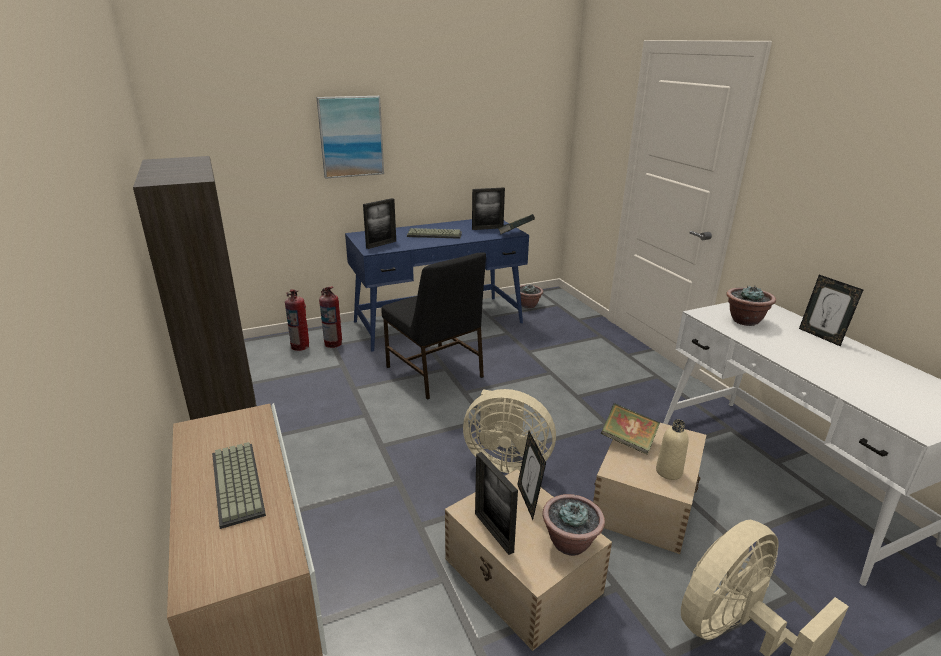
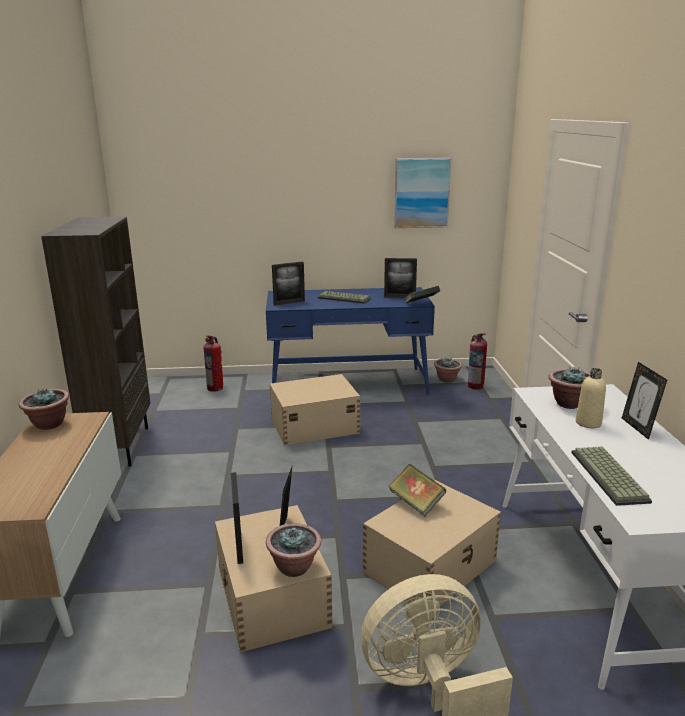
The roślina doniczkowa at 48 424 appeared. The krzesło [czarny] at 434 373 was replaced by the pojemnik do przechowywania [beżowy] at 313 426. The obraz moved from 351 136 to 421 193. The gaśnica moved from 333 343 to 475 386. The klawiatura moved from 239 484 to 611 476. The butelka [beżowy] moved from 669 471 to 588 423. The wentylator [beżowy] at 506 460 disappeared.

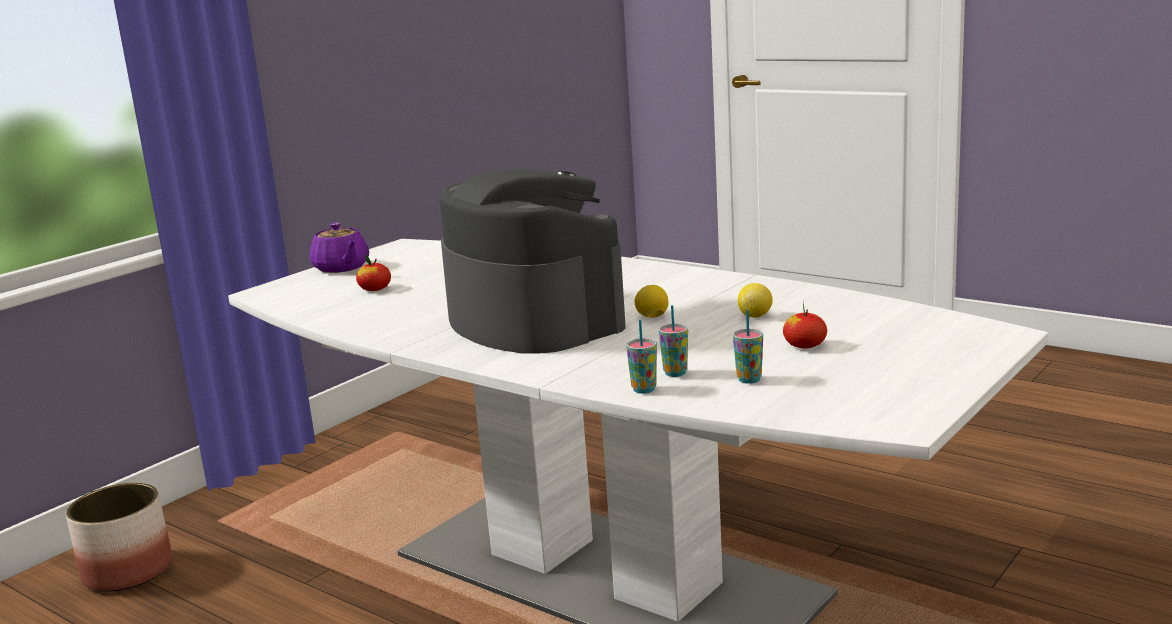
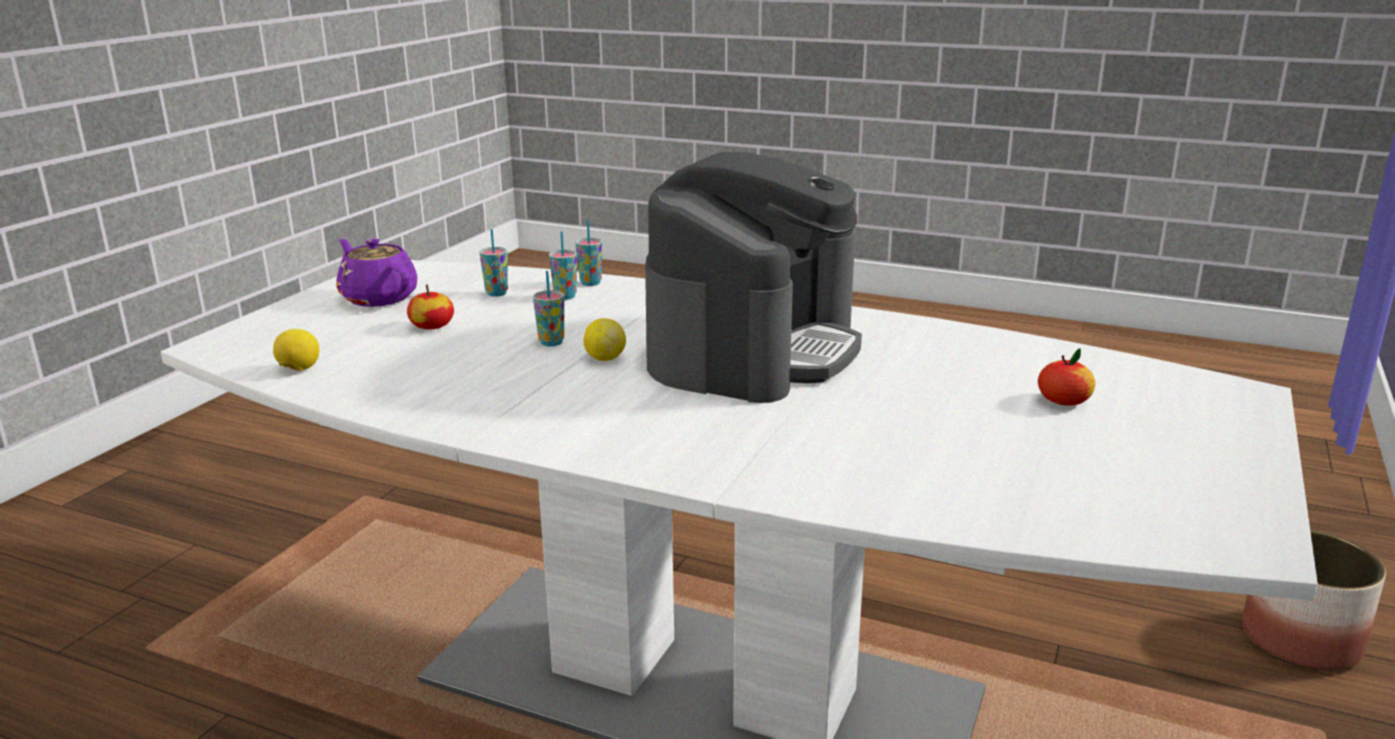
The cytryna moved from 755 316 to 299 369. The imbryk [fioletowy] moved from 341 268 to 378 298. The filiżanka at 551 342 appeared. The ekspres do kawy at 533 321 turned 105 degrees counterclockwise.

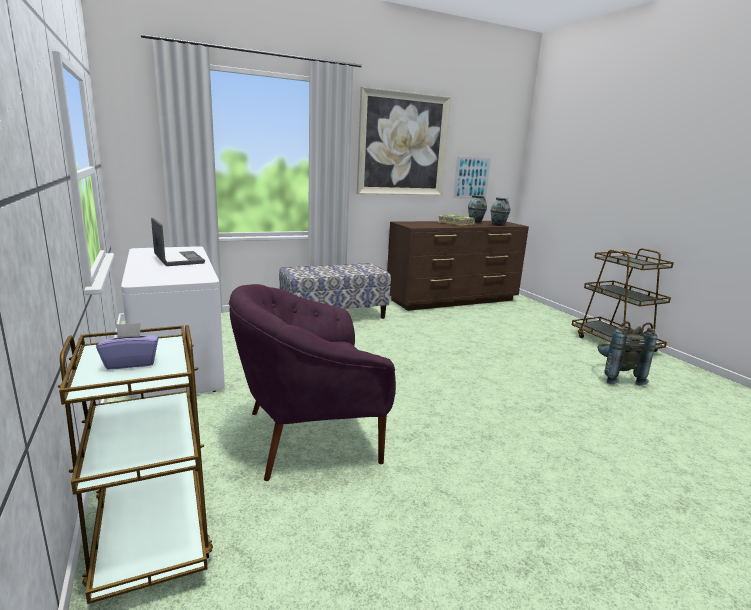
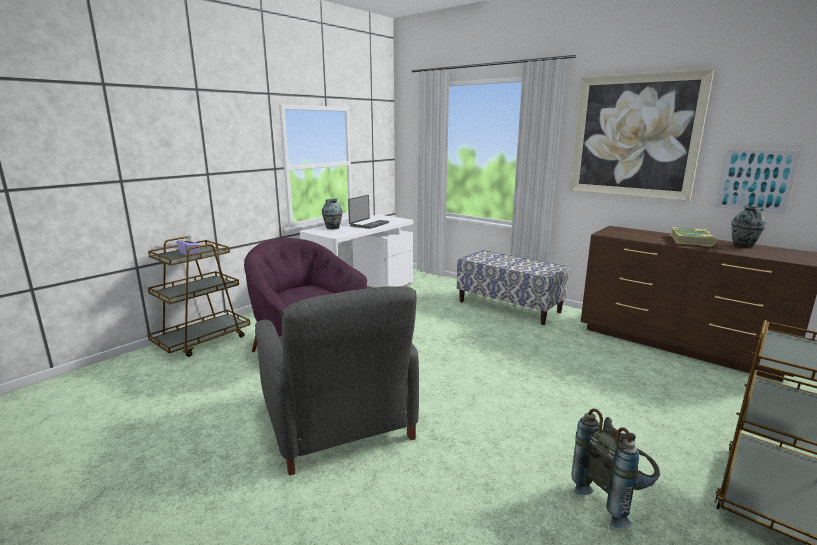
The fotel [szary] at 338 423 appeared. The wazon moved from 498 225 to 332 228.

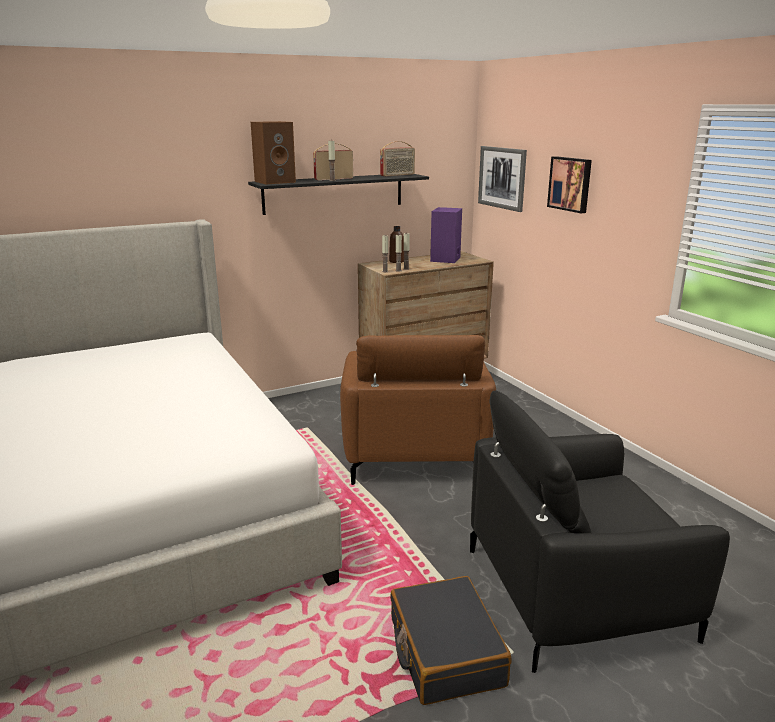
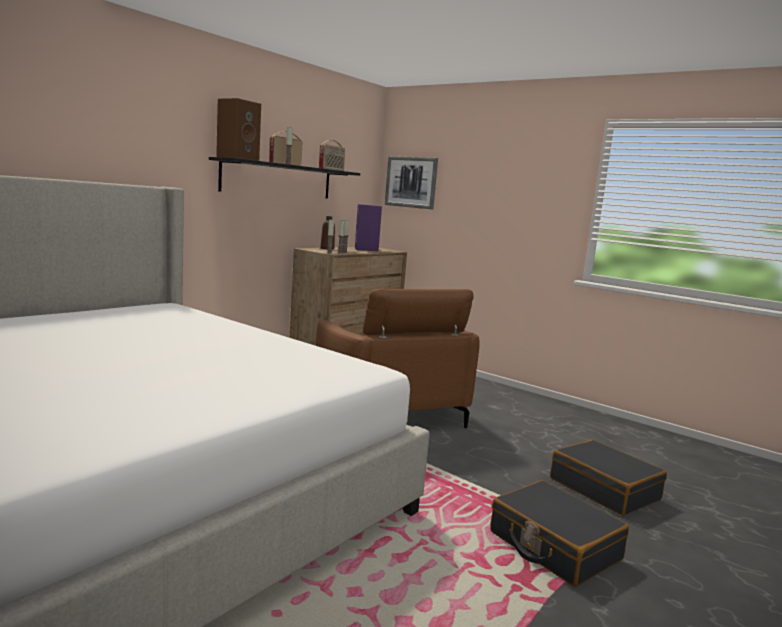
The fotel [czarny] at 576 592 was replaced by the walizka [czarny] at 604 489. The obraz at 570 184 disappeared.

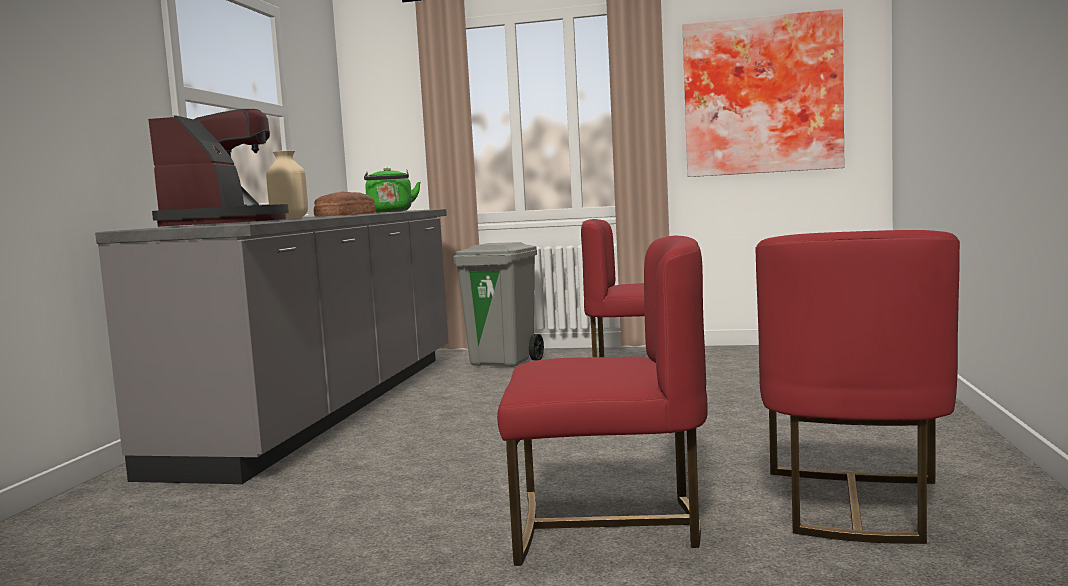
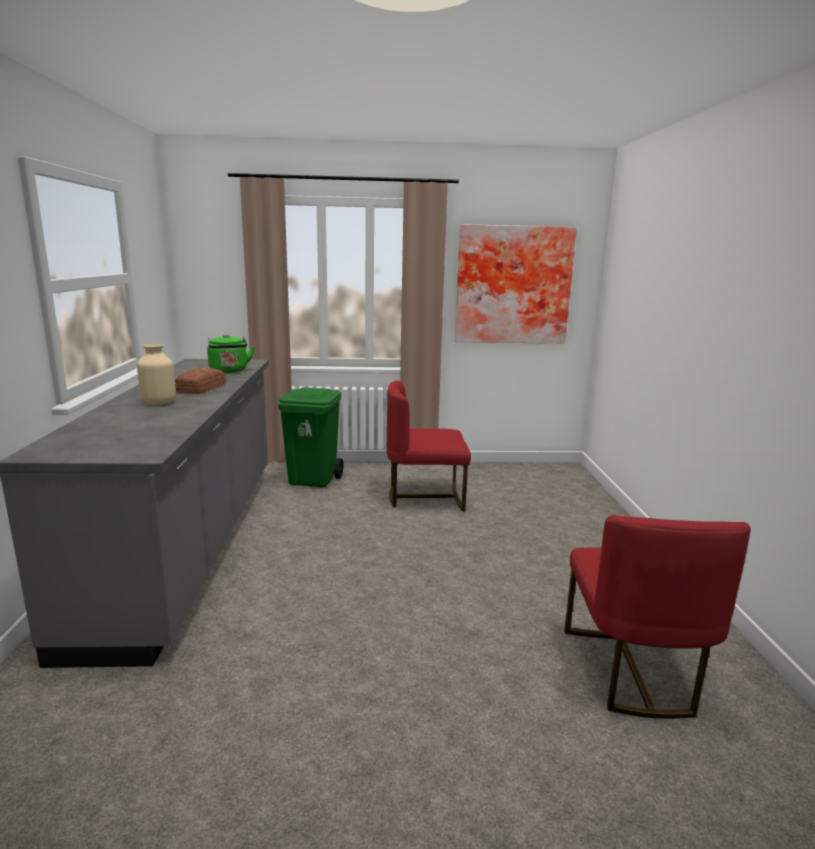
The kosz na śmieci [szary] at 503 362 became the kosz na śmieci [zielony] at 313 480. The ekspres do kawy at 226 223 disappeared. The krzesło [czerwony] at 607 526 disappeared.

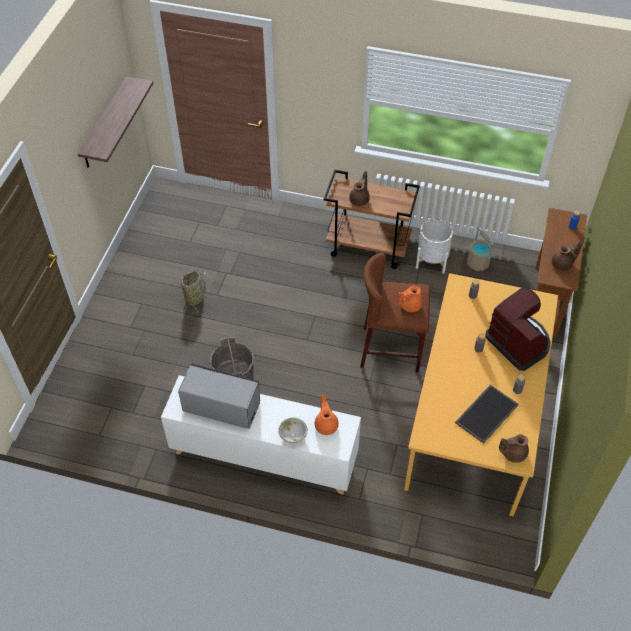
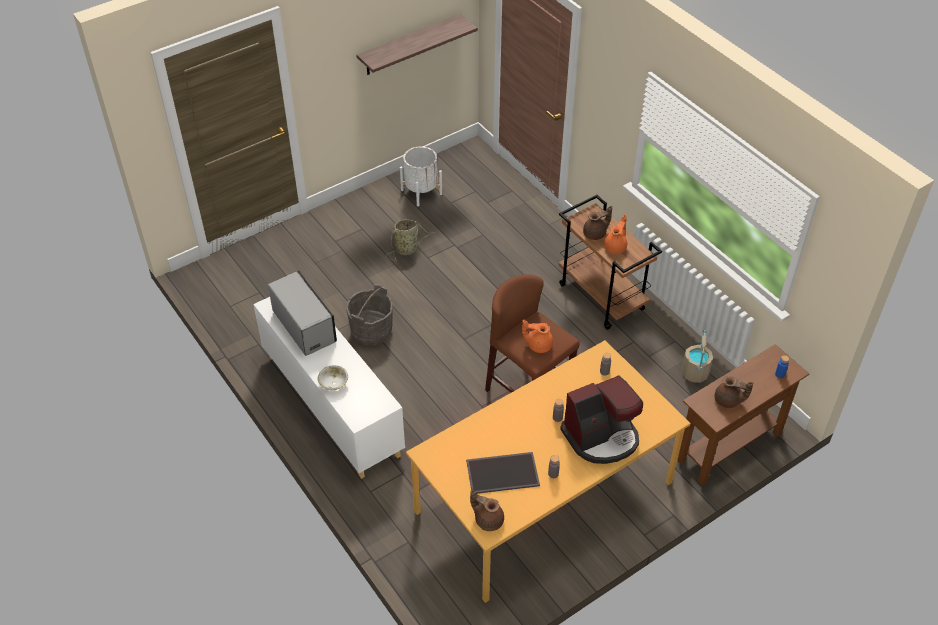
The donica [biały] moved from 432 260 to 421 192. The ekspres do kawy at 519 342 turned 60 degrees clockwise. The imbryk [pomarańczowy] moved from 326 424 to 616 247.

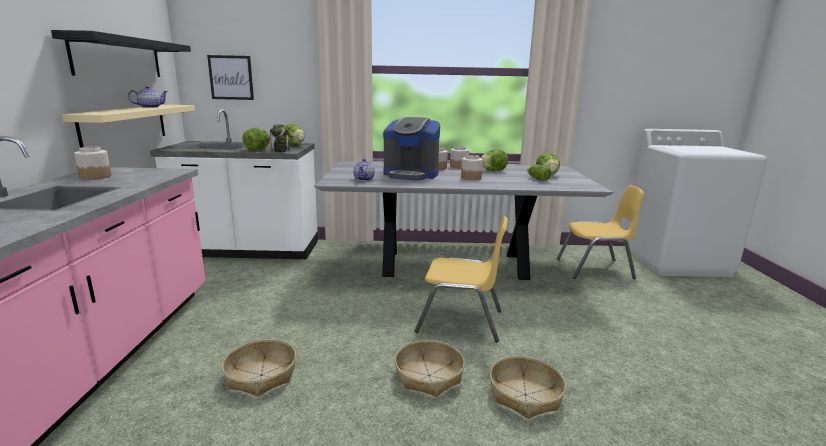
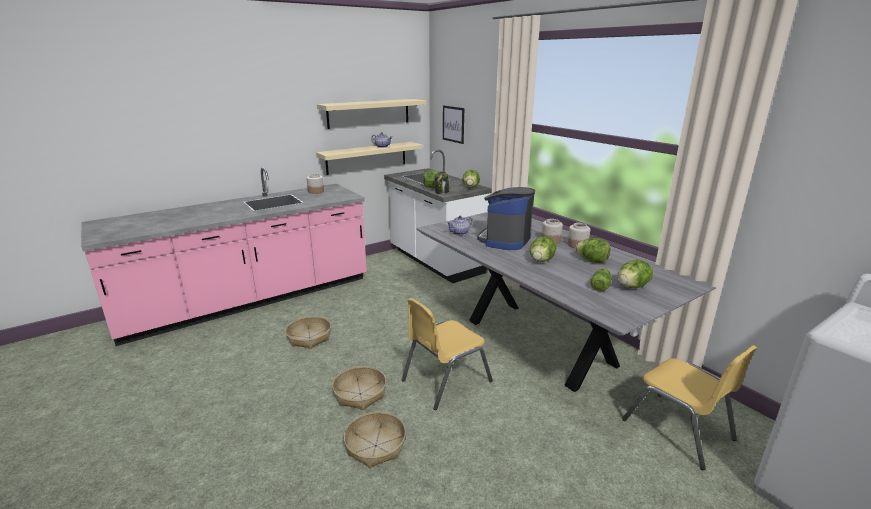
The półka [czarny] at 118 57 became the półka [beżowy] at 369 113. The krzesło [żółty] at 460 321 turned 75 degrees clockwise. The ekspres do kawy at 411 175 turned 45 degrees clockwise. The słoik at 471 178 was replaced by the sałata at 541 261.

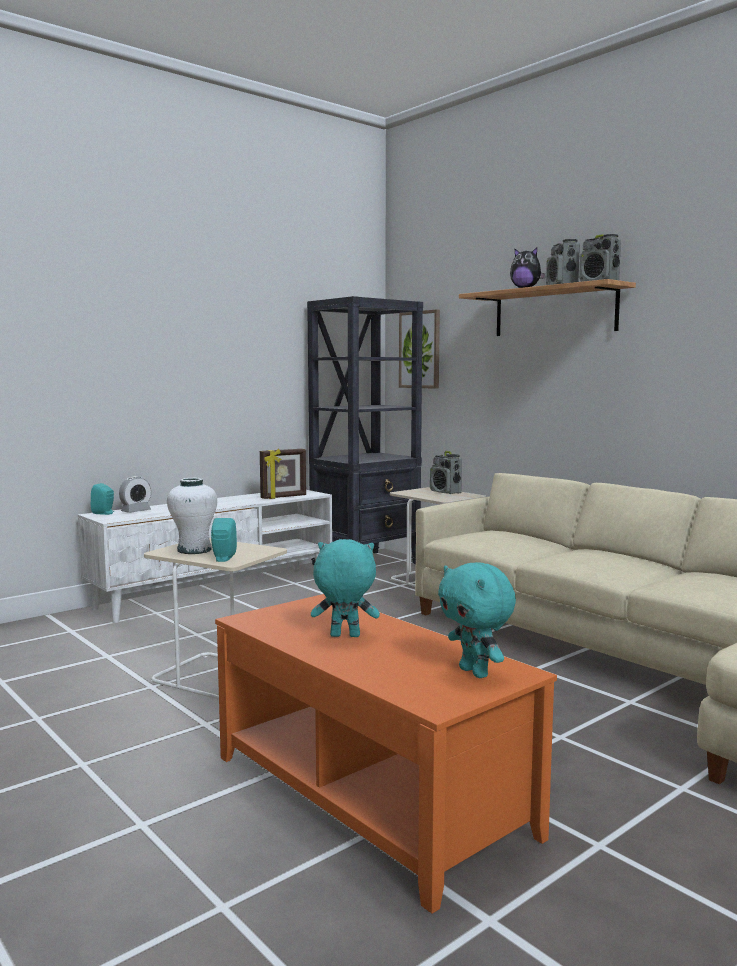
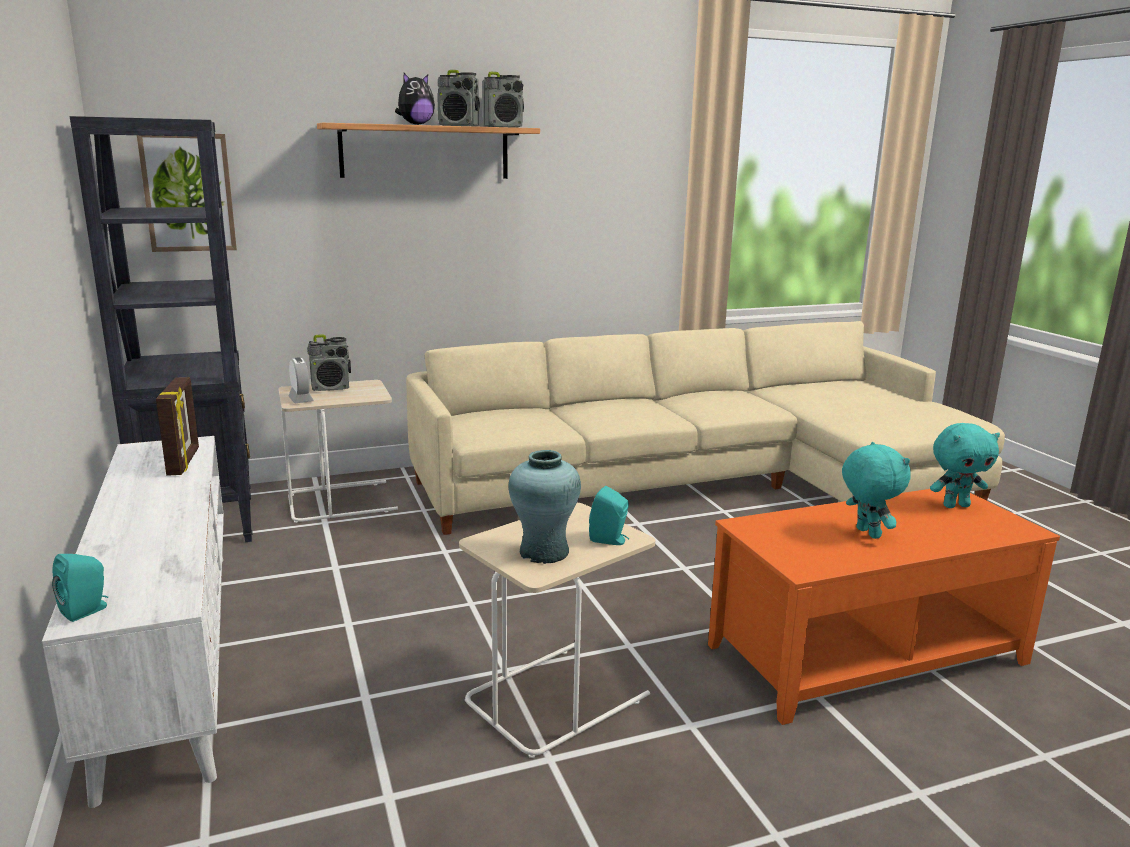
The budzik moved from 136 511 to 301 399. The wazon [biały] at 194 550 became the wazon [turkusowy] at 544 552. The pluszak [turkusowy] at 344 636 turned 135 degrees clockwise.

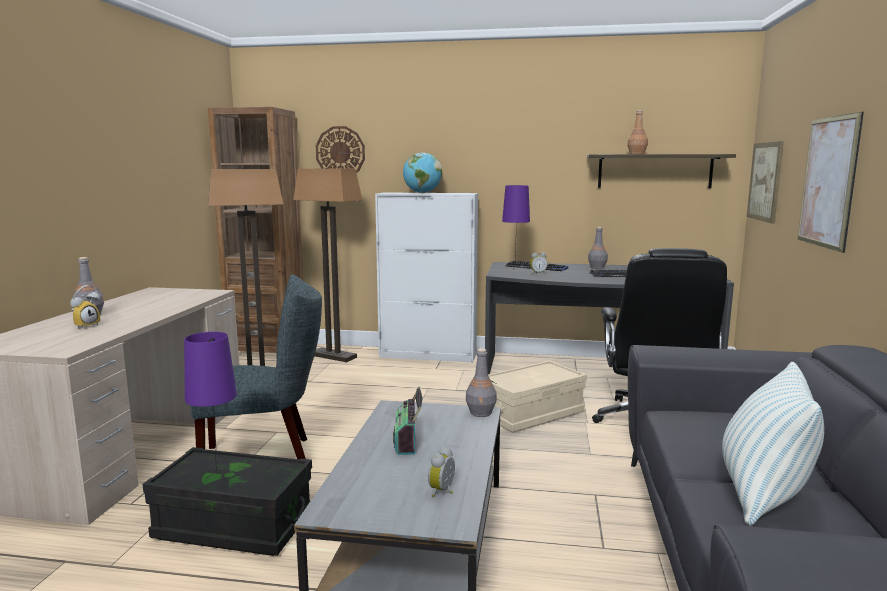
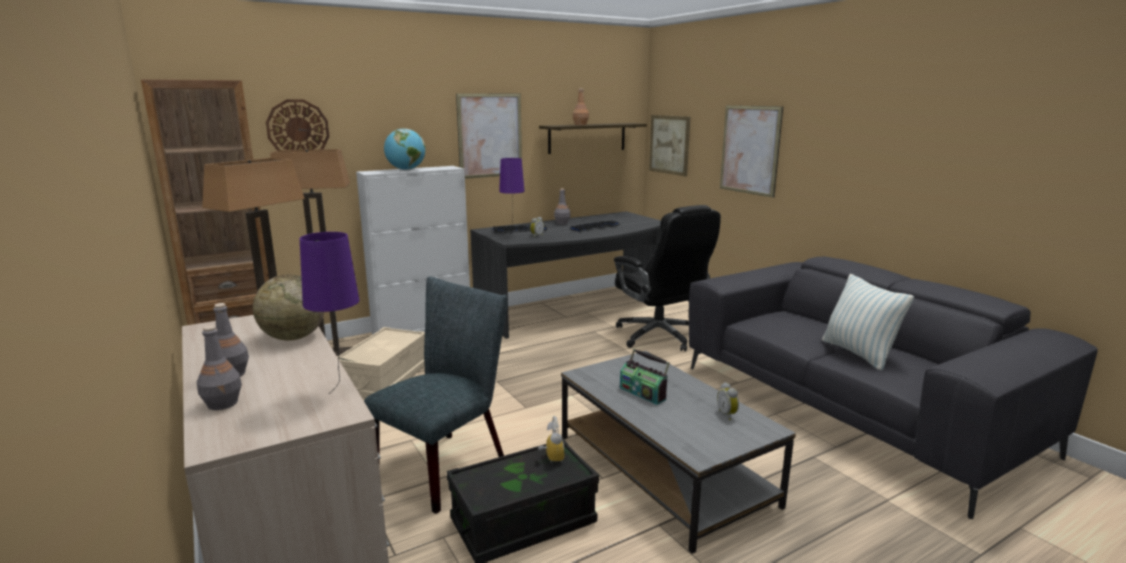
The butelka [szary] moved from 481 412 to 223 403. The globus at 293 337 appeared. The lampa stołowa [fioletowy] moved from 218 478 to 341 390. The pojemnik do przechowywania [beżowy] moved from 531 414 to 384 379. The obraz at 490 135 appeared. The budzik moved from 86 325 to 550 458.

